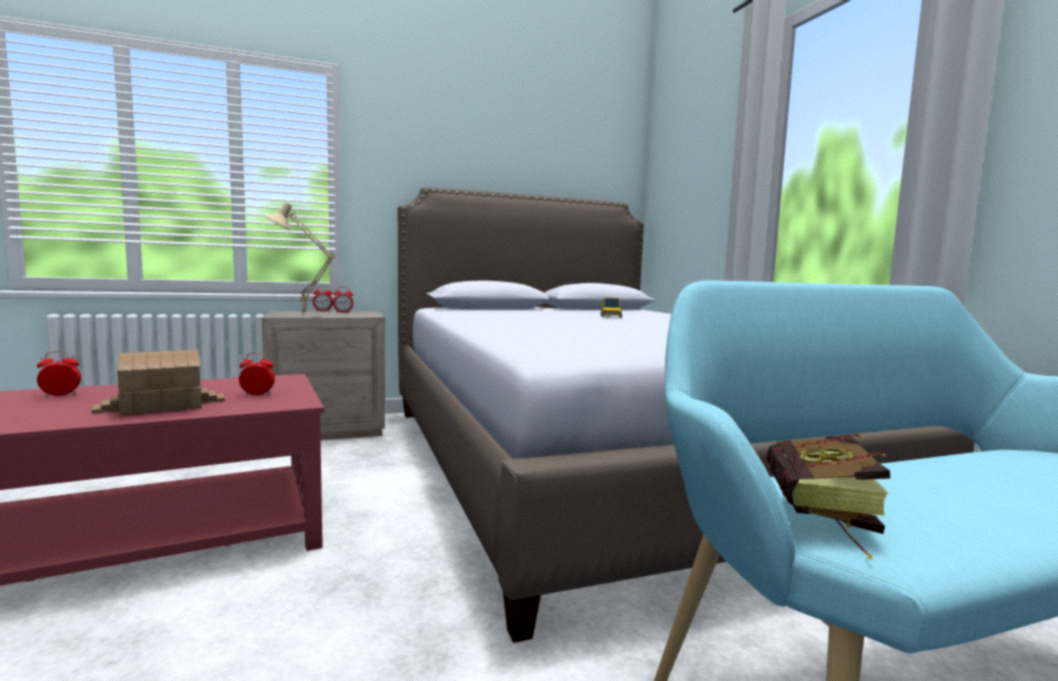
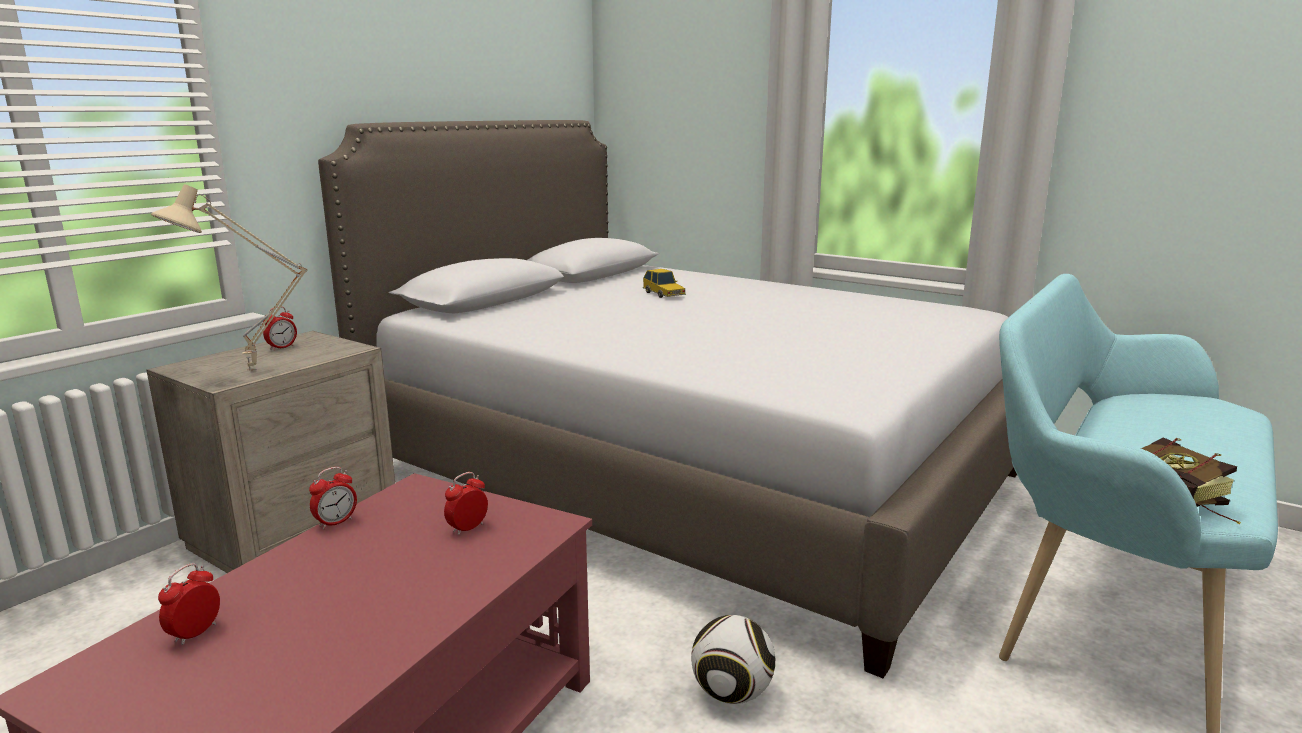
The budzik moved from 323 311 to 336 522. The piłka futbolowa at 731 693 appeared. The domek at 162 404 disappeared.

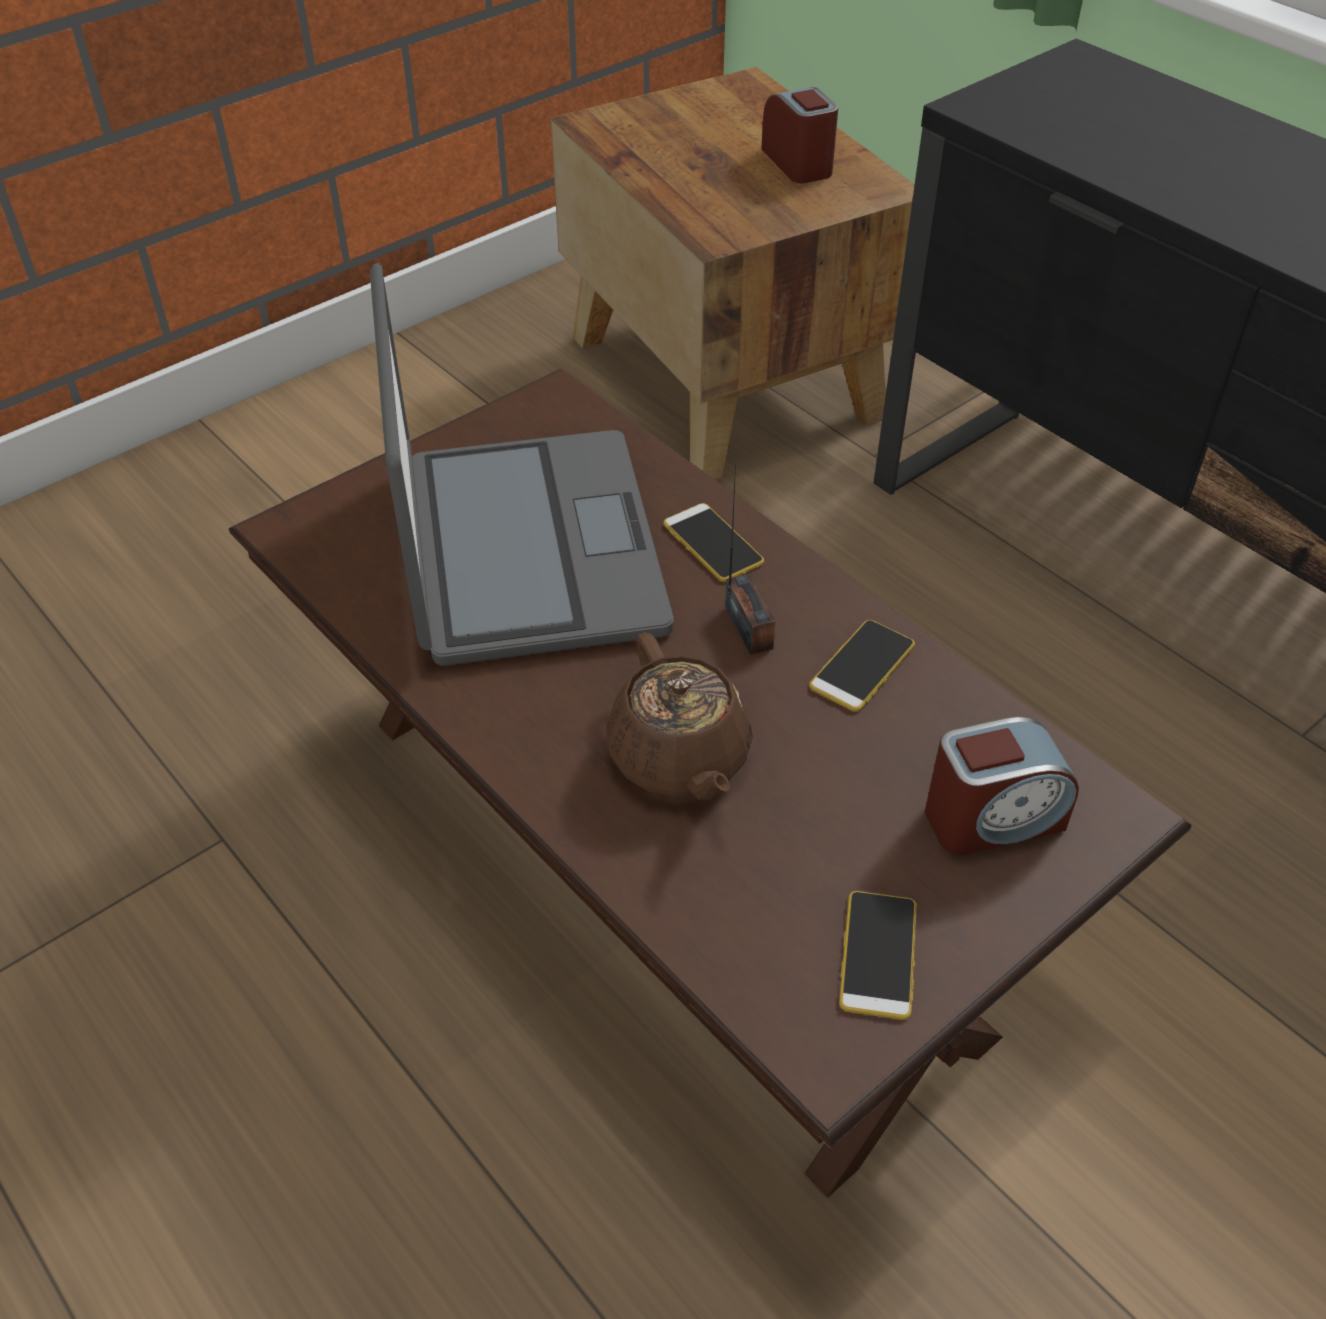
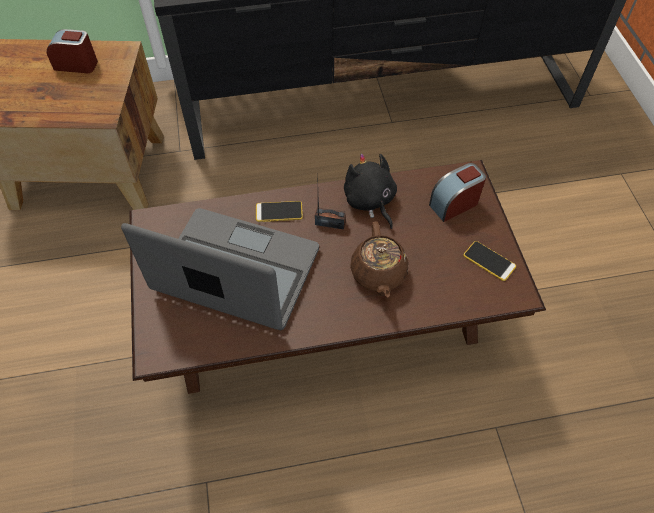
The telefon at 862 666 was replaced by the pluszak [czarny] at 370 201. The imbryk [brązowy] at 679 758 turned 75 degrees clockwise. The budzik at 992 818 turned 135 degrees counterclockwise.

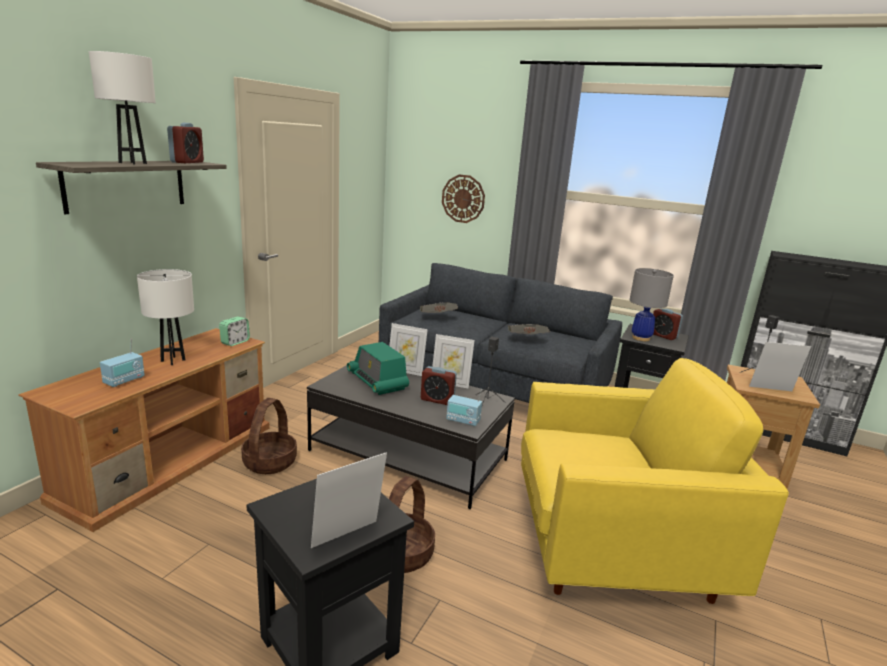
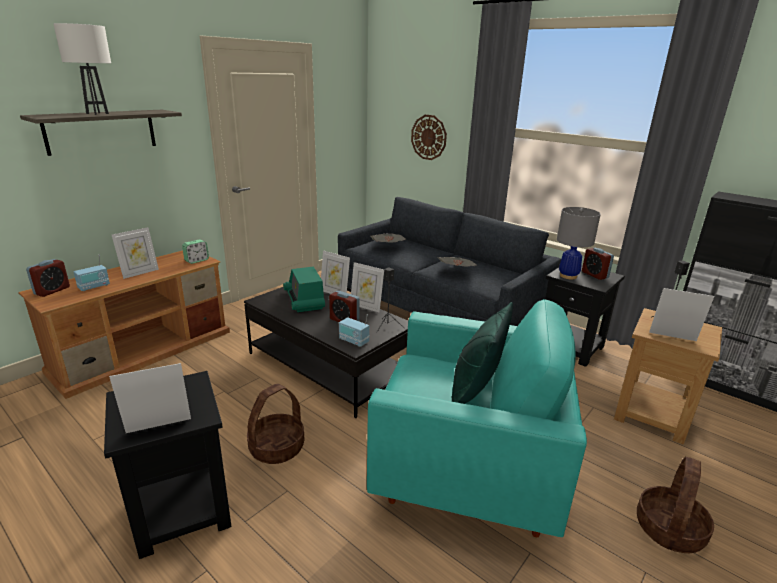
The budzik moved from 187 162 to 52 291. The lampa stołowa [biały] at 173 360 was replaced by the ramka na zdjęcie at 140 273. The fotel [żółty] at 612 550 became the fotel [turkusowy] at 465 472. The poduszka [zielony] at 475 389 appeared. The koszyk moved from 269 462 to 668 529.

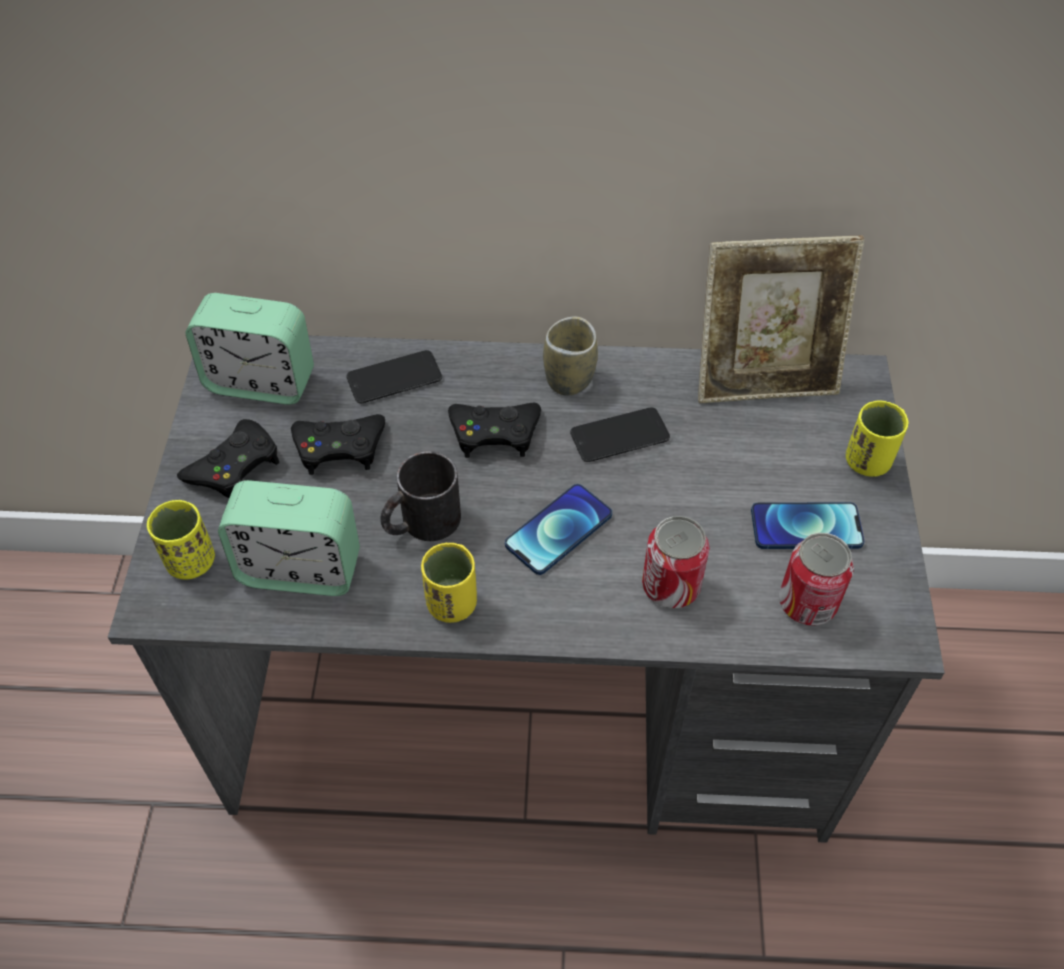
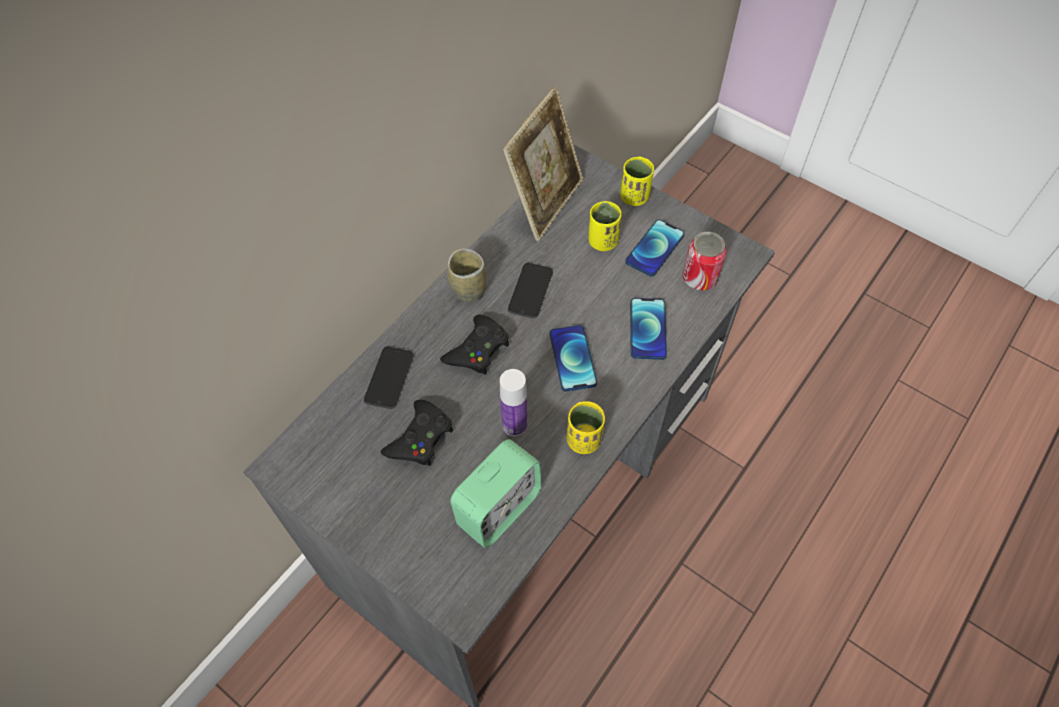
The kubek [czarny] at 421 523 was replaced by the butelka at 514 425. The filiżanka [żółty] moved from 191 561 to 602 241. The puszka at 671 586 was replaced by the telefon at 647 329. The pad do gier [czarny] at 234 466 disappeared. The budzik at 261 382 disappeared.

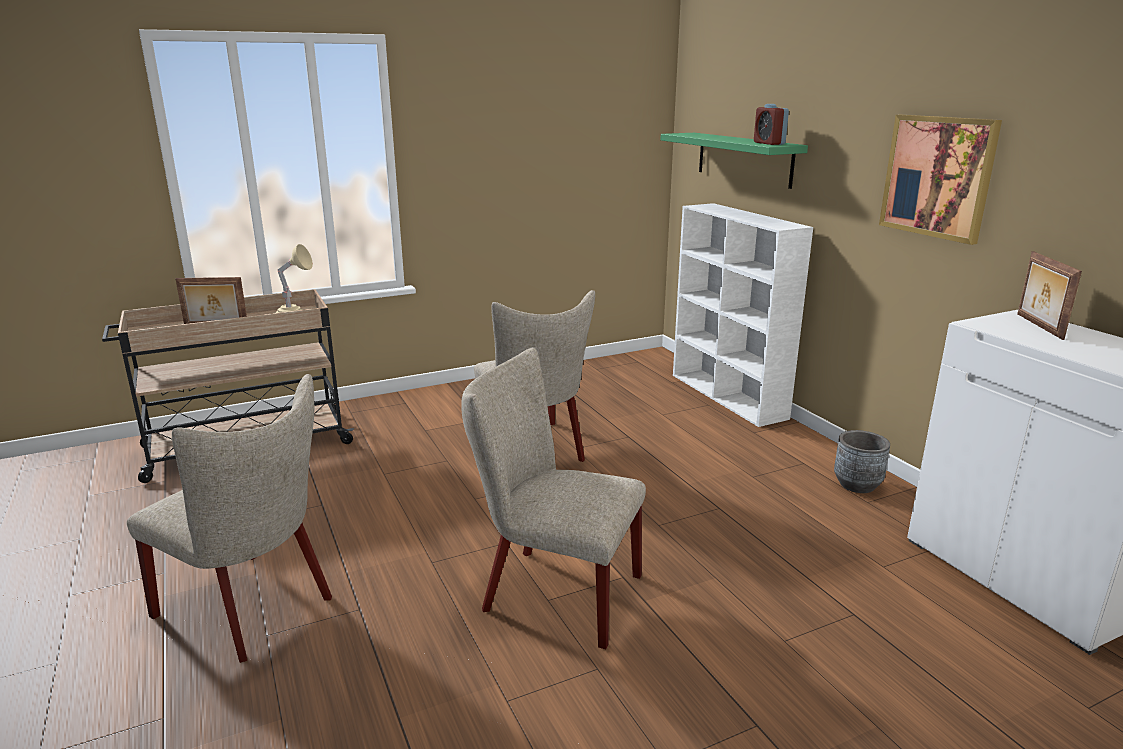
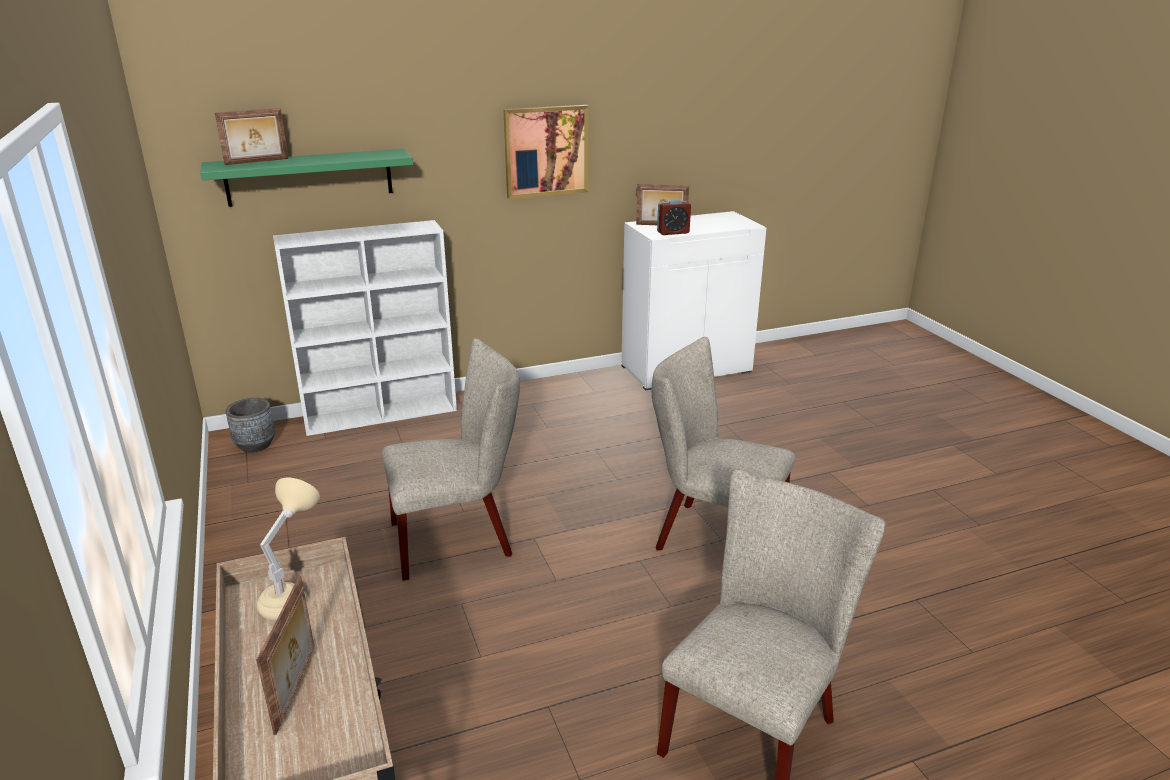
The ramka na zdjęcie at 257 162 appeared. The donica [szary] moved from 857 485 to 255 445. The krzesło [beżowy] at 552 592 turned 90 degrees clockwise. The budzik moved from 769 143 to 673 232.

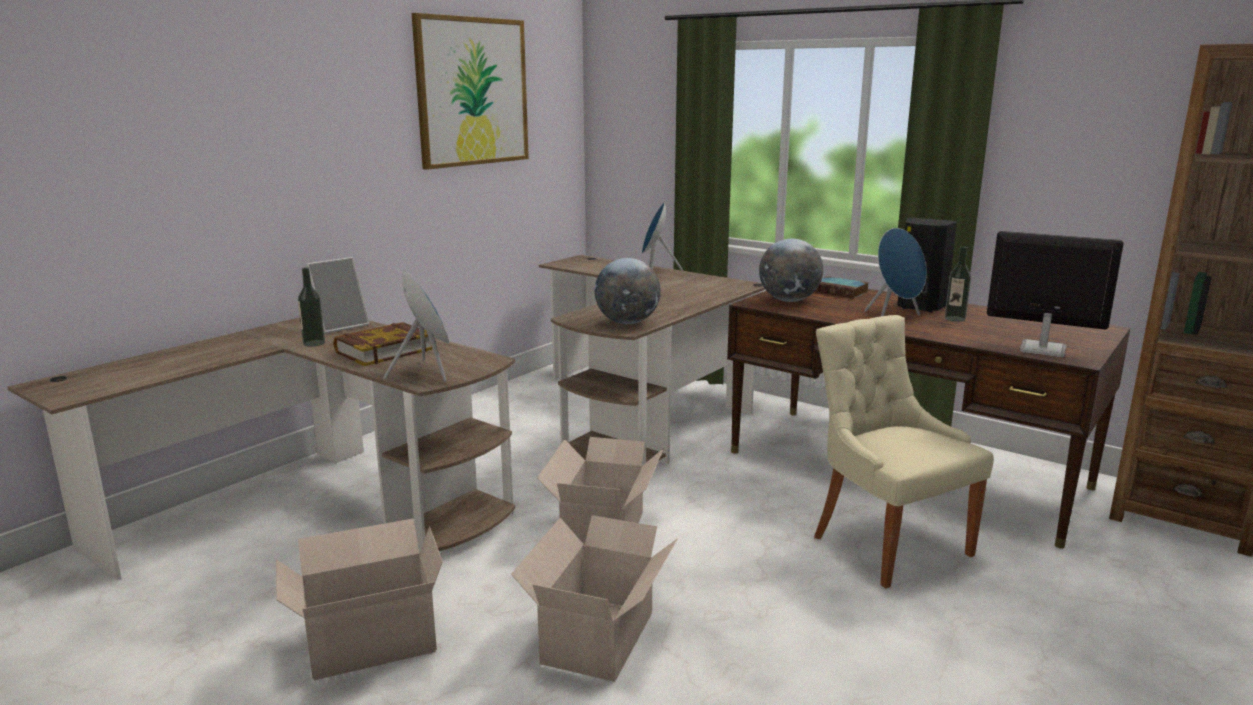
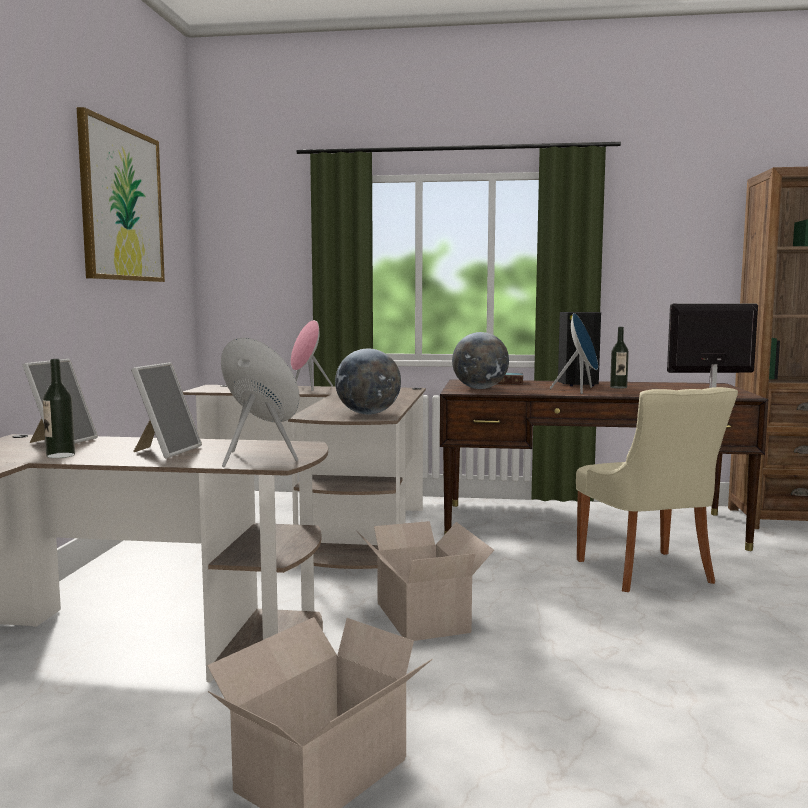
The książka at 384 350 was replaced by the ramka na zdjęcie at 166 451. The głośnik [niebieski] at 655 271 became the głośnik [różowy] at 308 388. The krzesło [beżowy] at 886 543 turned 135 degrees counterclockwise. The karton at 600 635 disappeared.

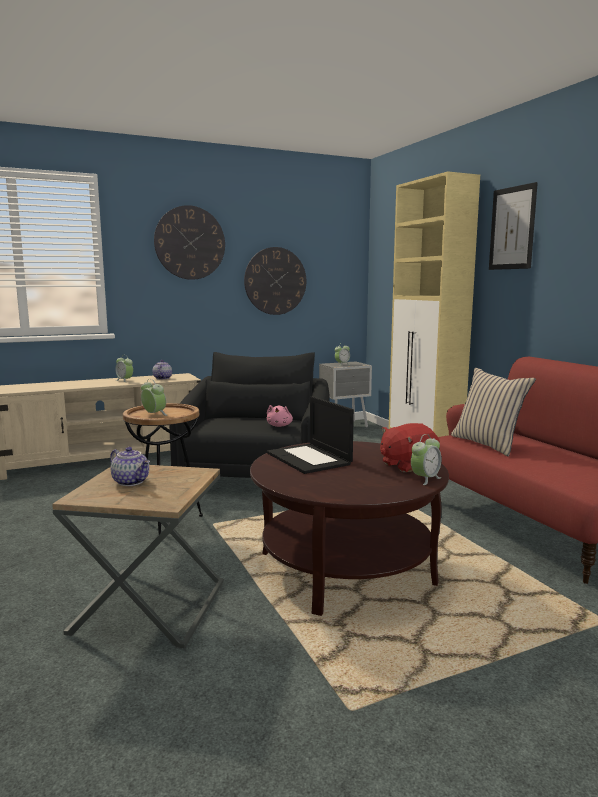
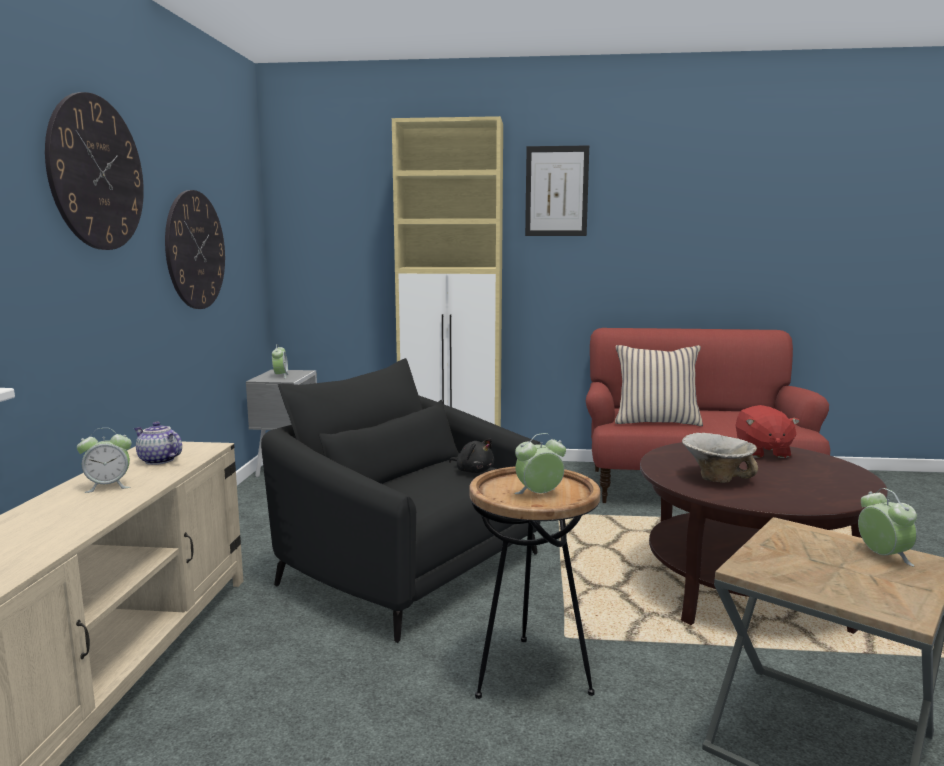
The pluszak [różowy] at 279 426 became the pluszak [czarny] at 473 471. The laptop at 310 459 was replaced by the miska at 716 478. The budzik moved from 425 479 to 883 557. The imbryk at 132 482 disappeared.

